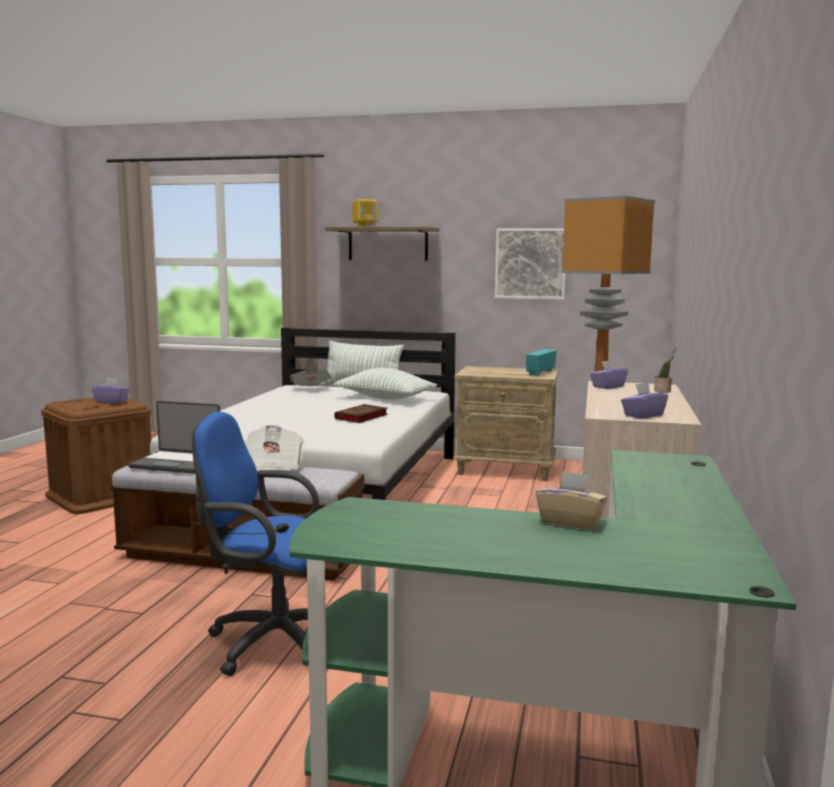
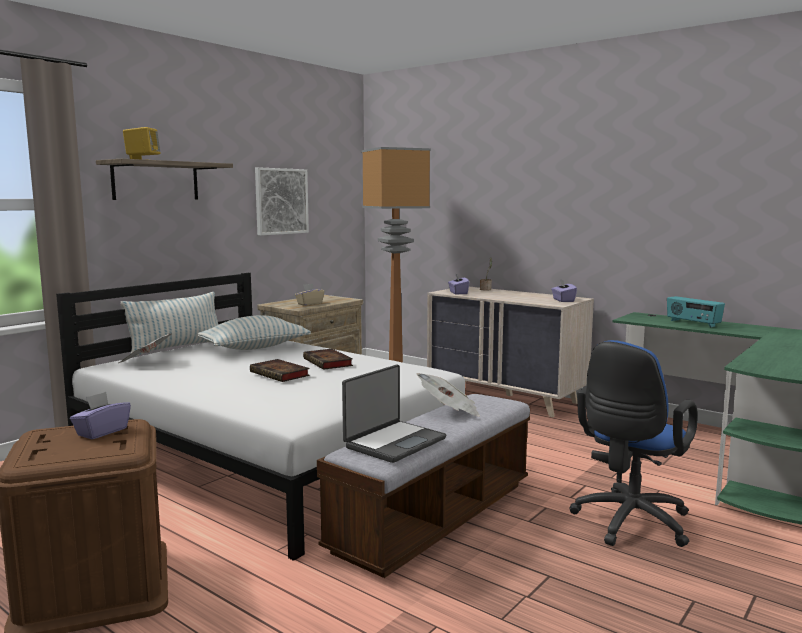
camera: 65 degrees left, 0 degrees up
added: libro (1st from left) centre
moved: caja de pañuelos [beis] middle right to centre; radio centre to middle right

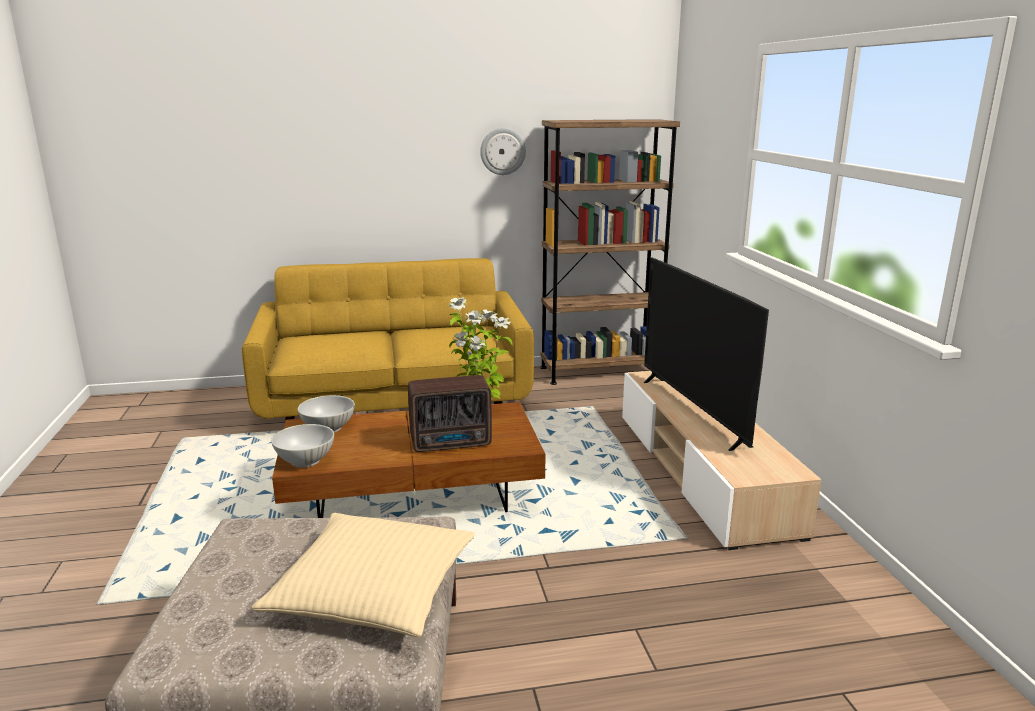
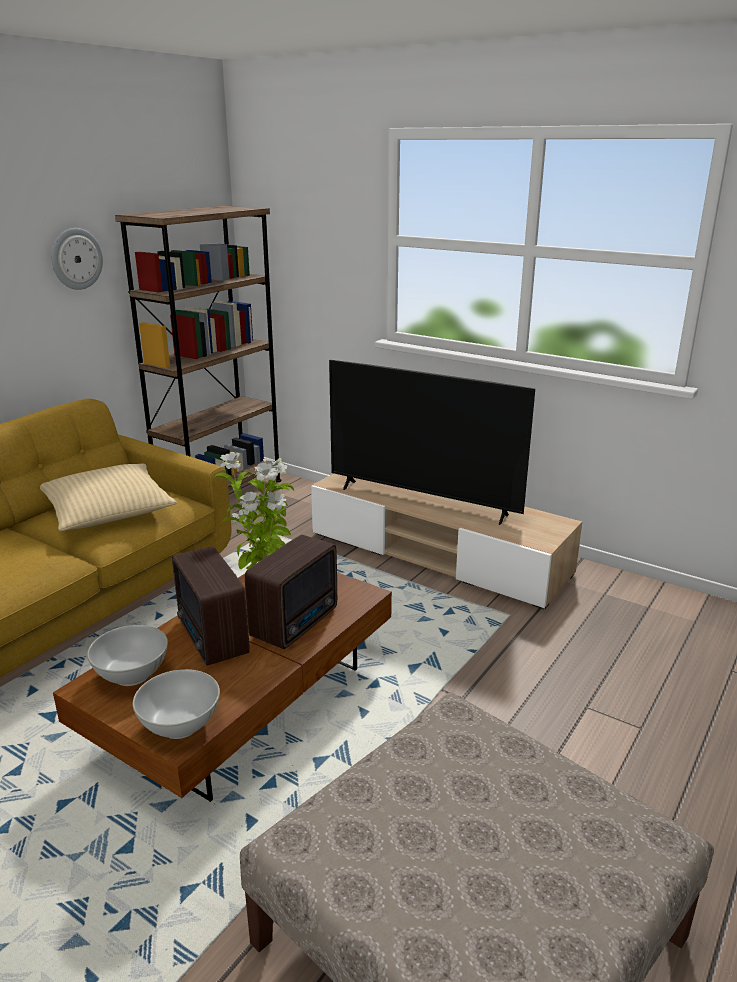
camera: 45 degrees left, 5 degrees up
added: radio (1st from left) middle left
moved: cojín [beis] bottom centre to middle left

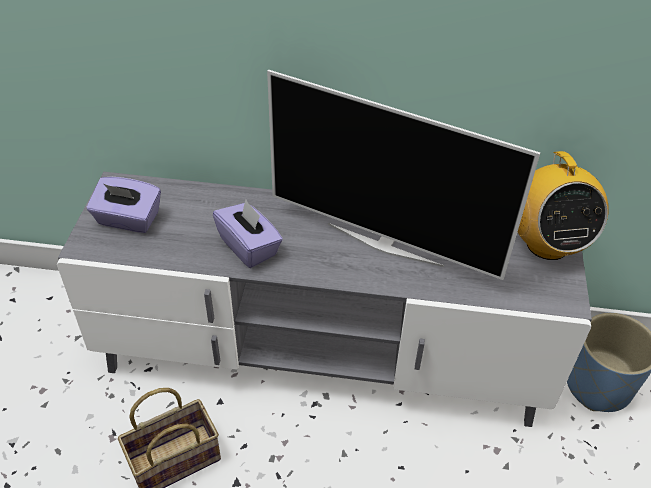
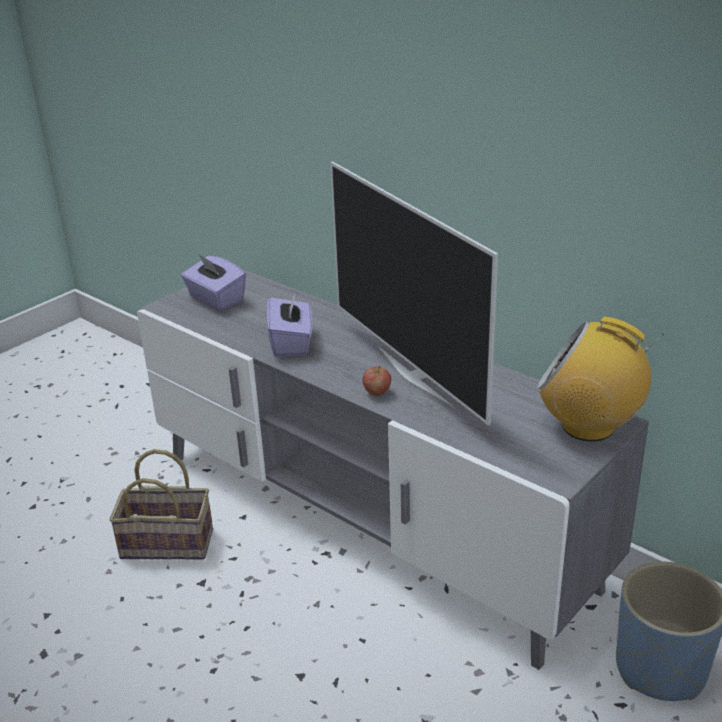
camera: 35 degrees right, 15 degrees down
added: manzana centre
turned: radio middle right = middle right 90 degrees clockwise

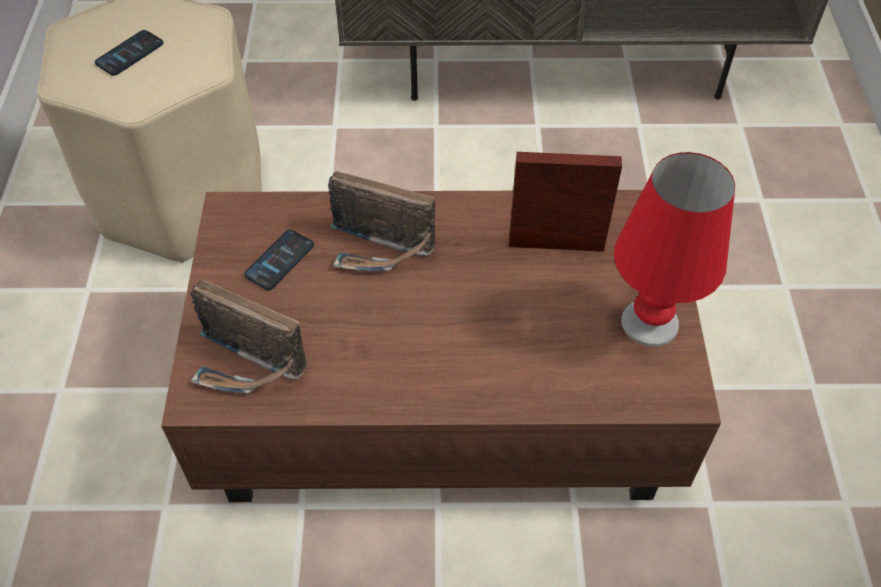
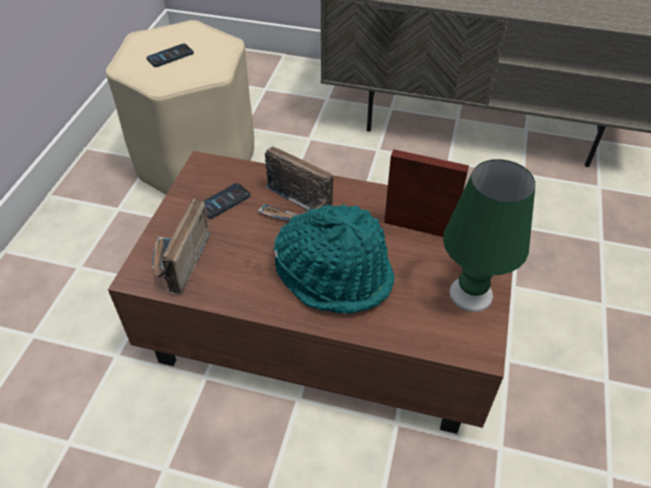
camera: 15 degrees right, 5 degrees down
added: sombrero [turquesa] centre
recoloured: lámpara de mesa [rojo] middle right to lámpara de mesa [verde] middle right
turned: radio (1st from left) middle left = middle left 60 degrees clockwise

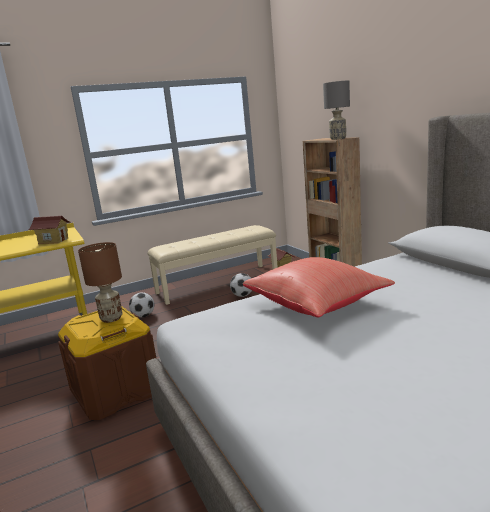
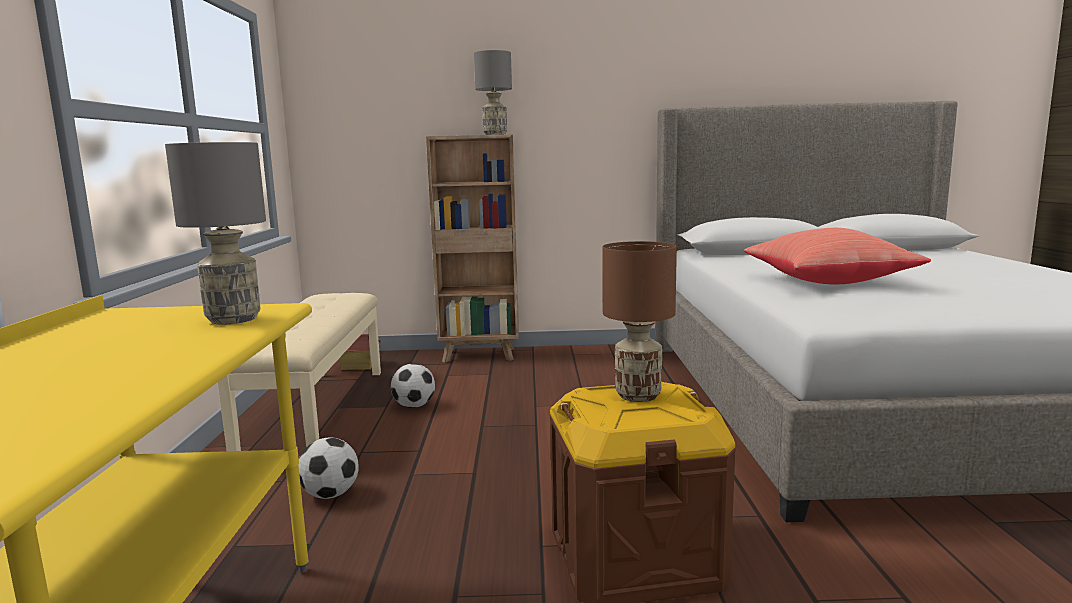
camera: 65 degrees left, 5 degrees down
replaced: casita (1st from left) middle left to lámpara de mesa [gris] (1st from left) middle left

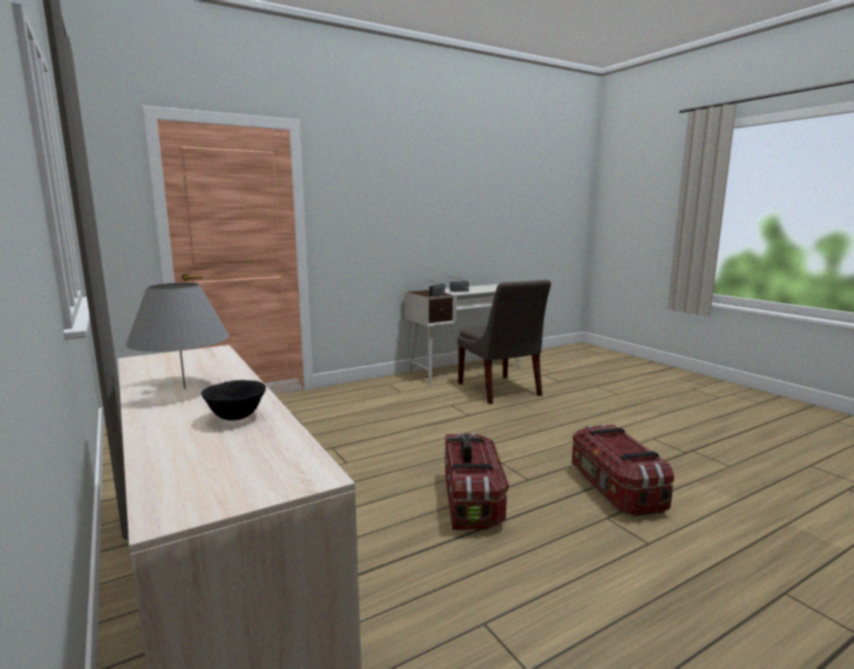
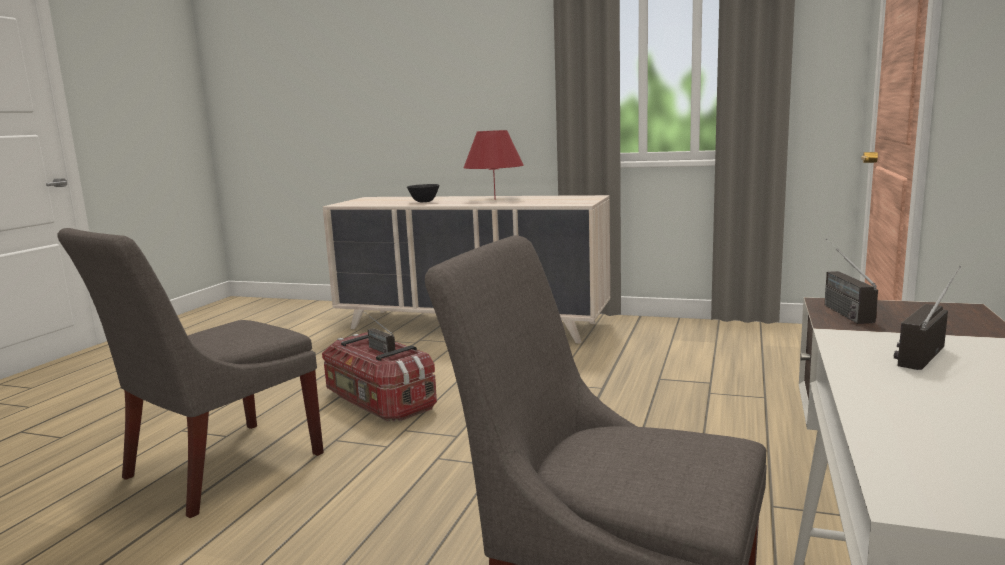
camera: 140 degrees right, 0 degrees up
replaced: caja de almacenaje (2nd from left) bottom right to silla [gris] (1st from left) middle left
recoloured: lámpara de mesa [gris] middle left to lámpara de mesa [rojo] top centre

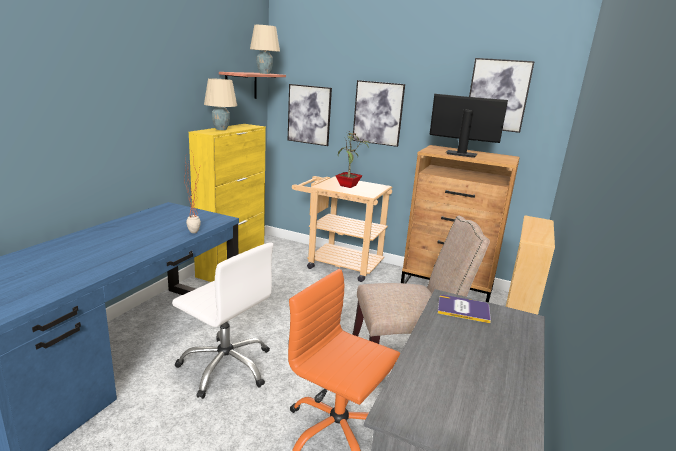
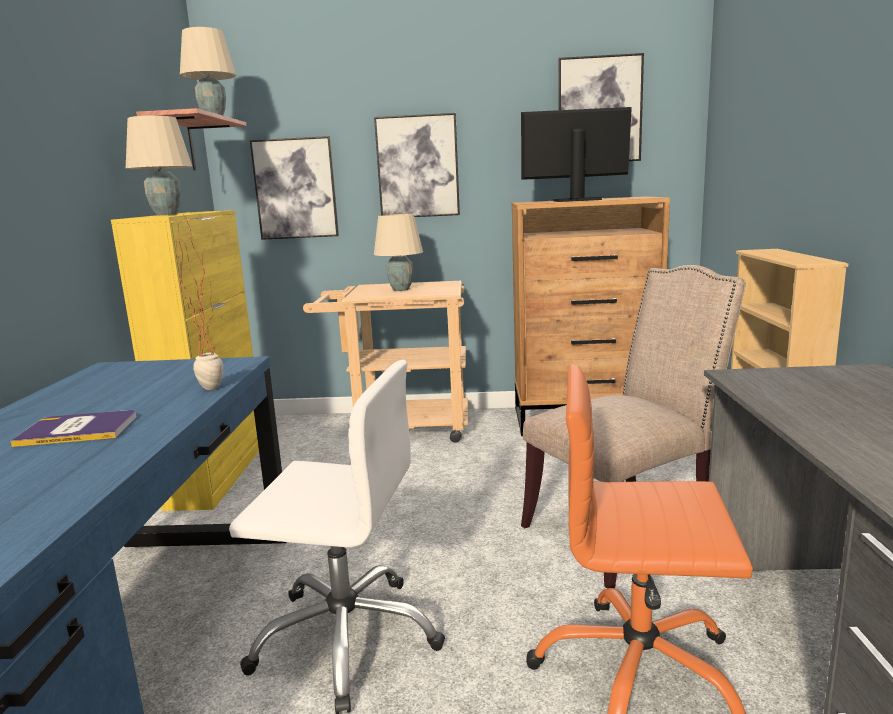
camera: 20 degrees left, 5 degrees down
moved: libro bottom right to middle left
replaced: planta en maceta (2nd from left) centre to lámpara de mesa [beis] (3rd from left) centre

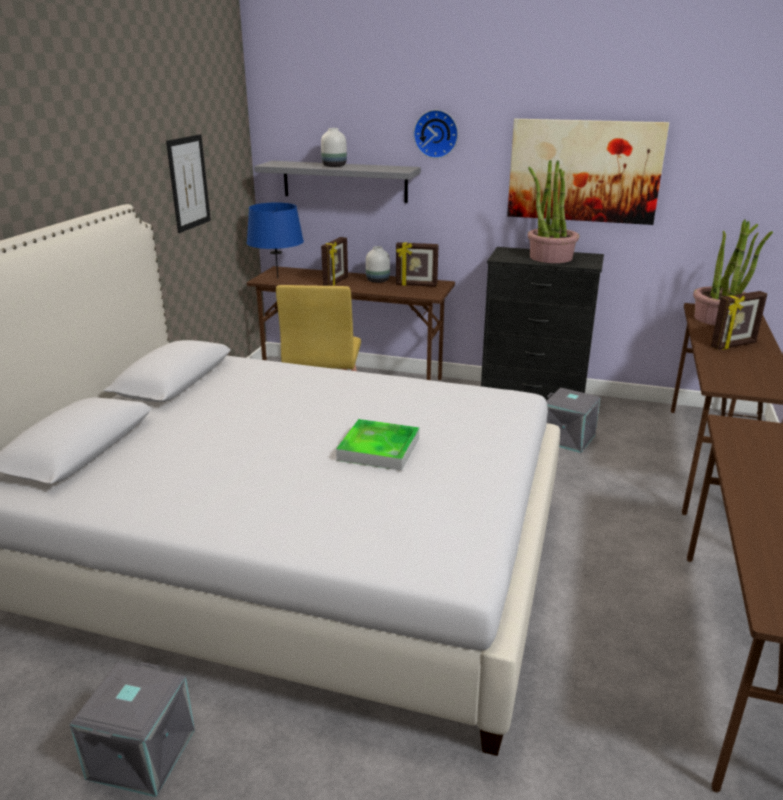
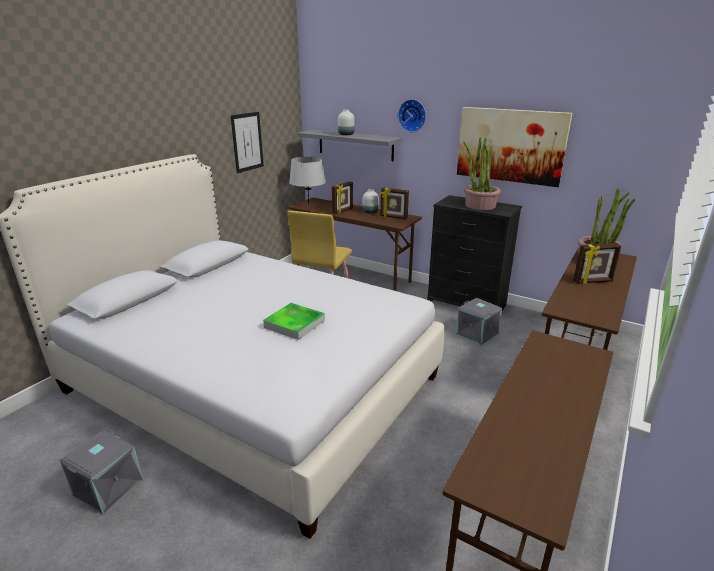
camera: 15 degrees right, 0 degrees up
recoloured: lámpara de mesa [azul] top centre to lámpara de mesa [gris] top centre

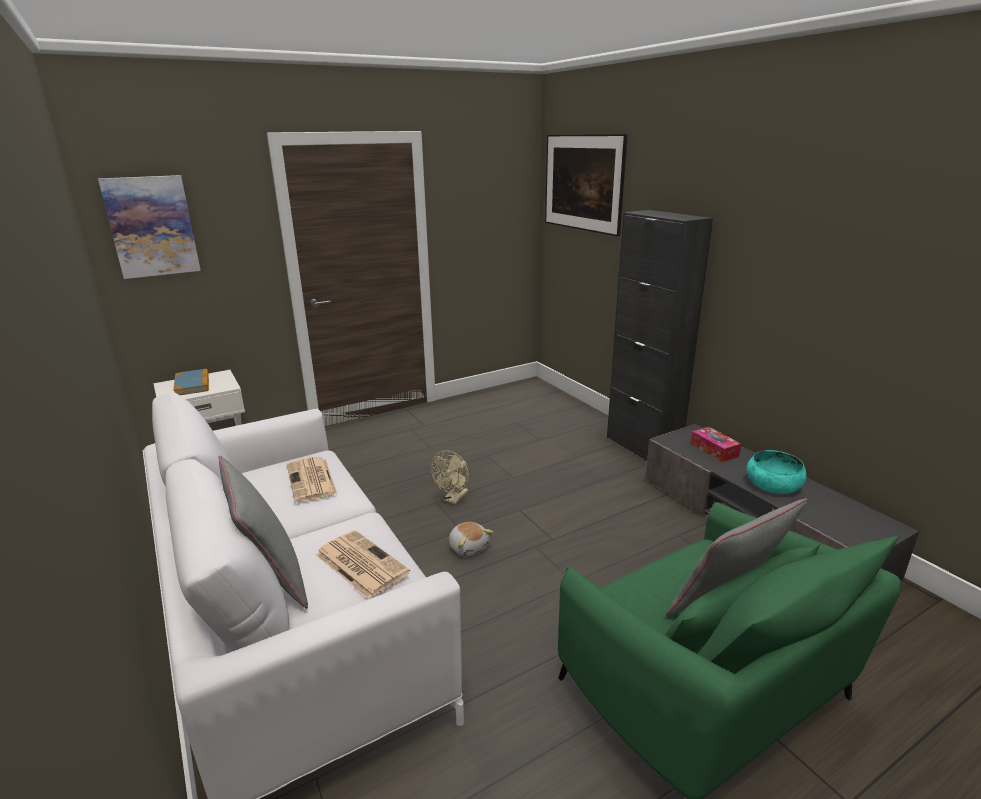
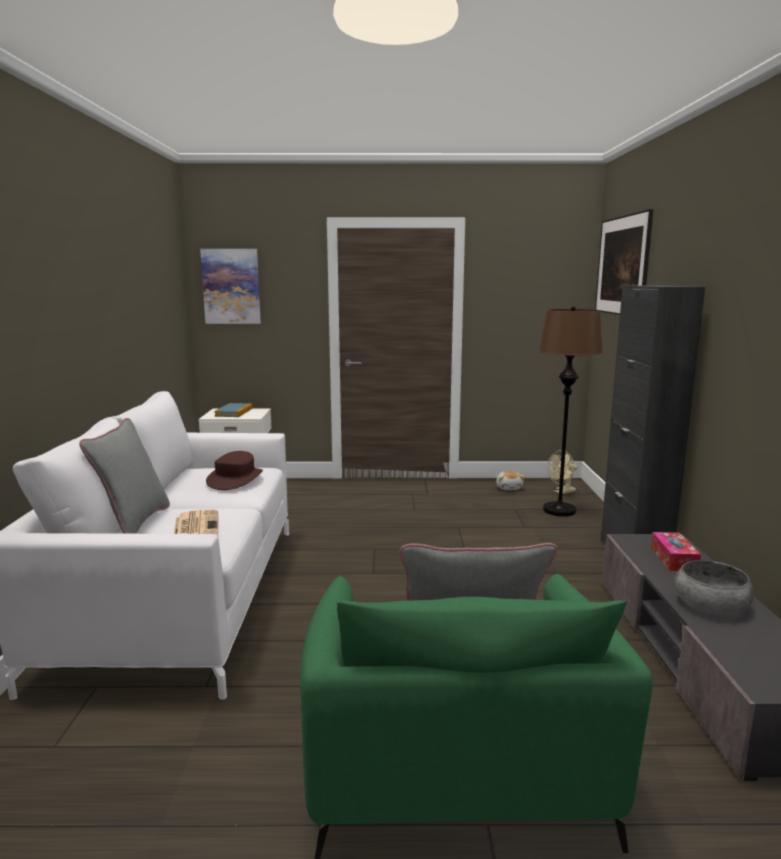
camera: 30 degrees right, 10 degrees down
added: lámpara de pie [marrón] middle right
moved: peluche bottom centre to centre; ventilador [beis] centre to middle right
replaced: periódico (1st from left) middle left to sombrero [marrón] middle left
recoloured: cuenco [turquesa] middle right to cuenco [gris] bottom right

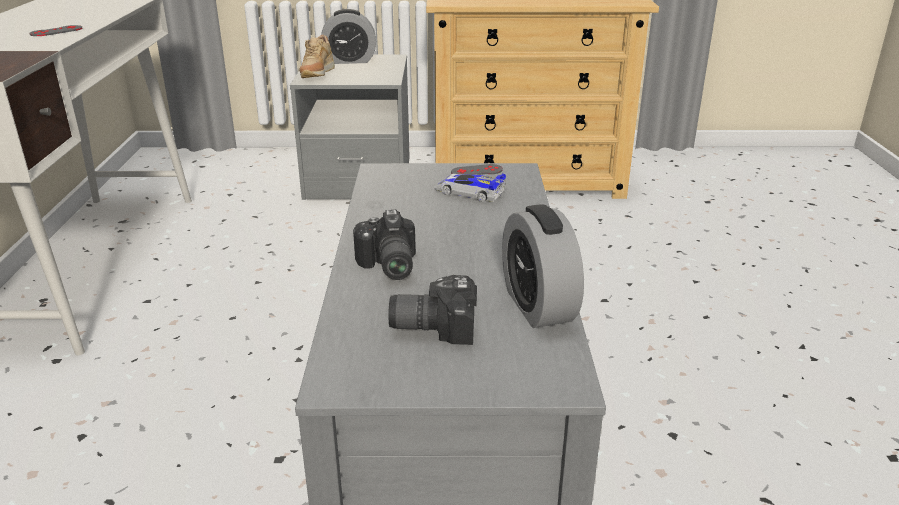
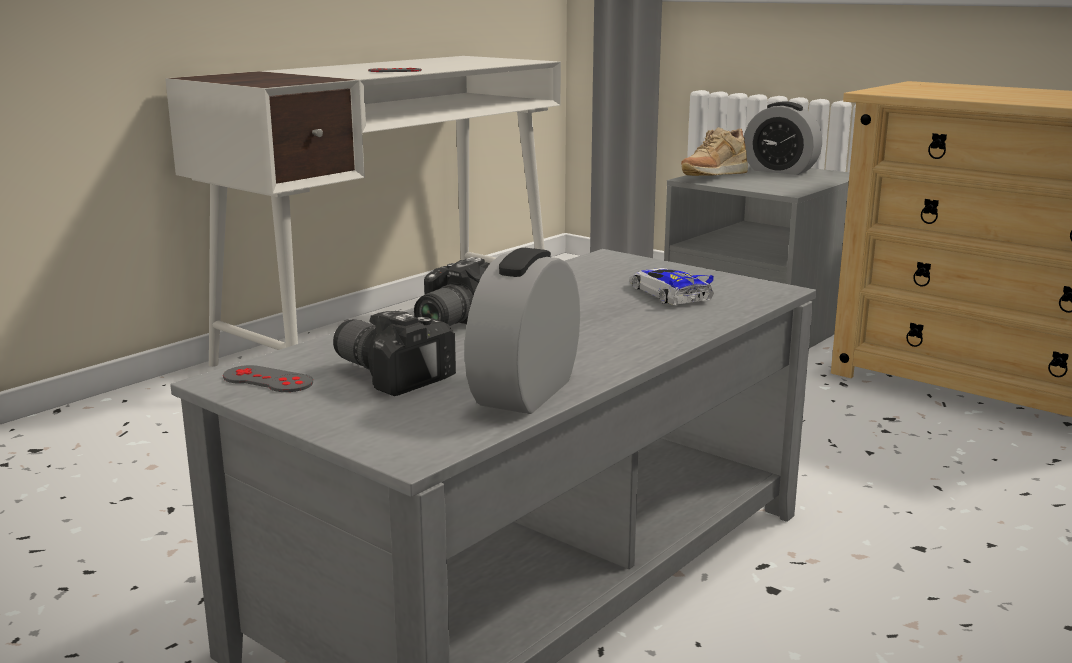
camera: 40 degrees right, 10 degrees down
moved: mando de consola [gris] (2nd from left in the first image) centre to mando de consola [gris] (1st from left) middle left

